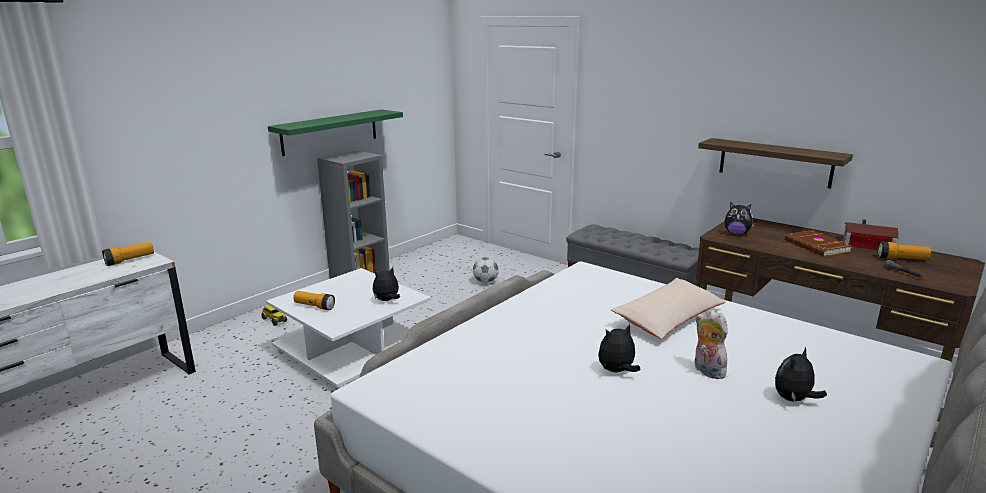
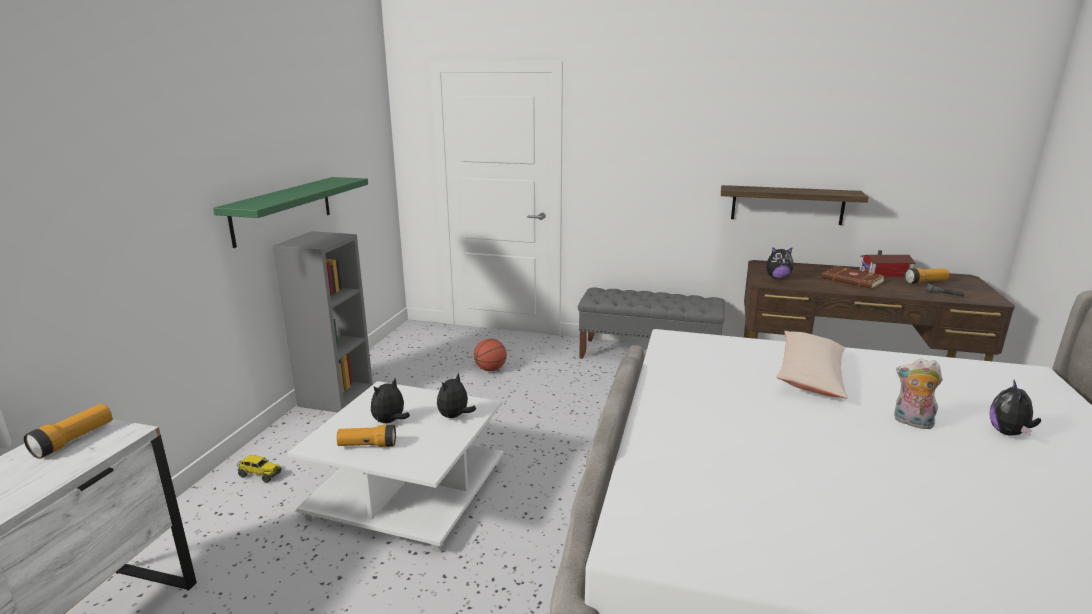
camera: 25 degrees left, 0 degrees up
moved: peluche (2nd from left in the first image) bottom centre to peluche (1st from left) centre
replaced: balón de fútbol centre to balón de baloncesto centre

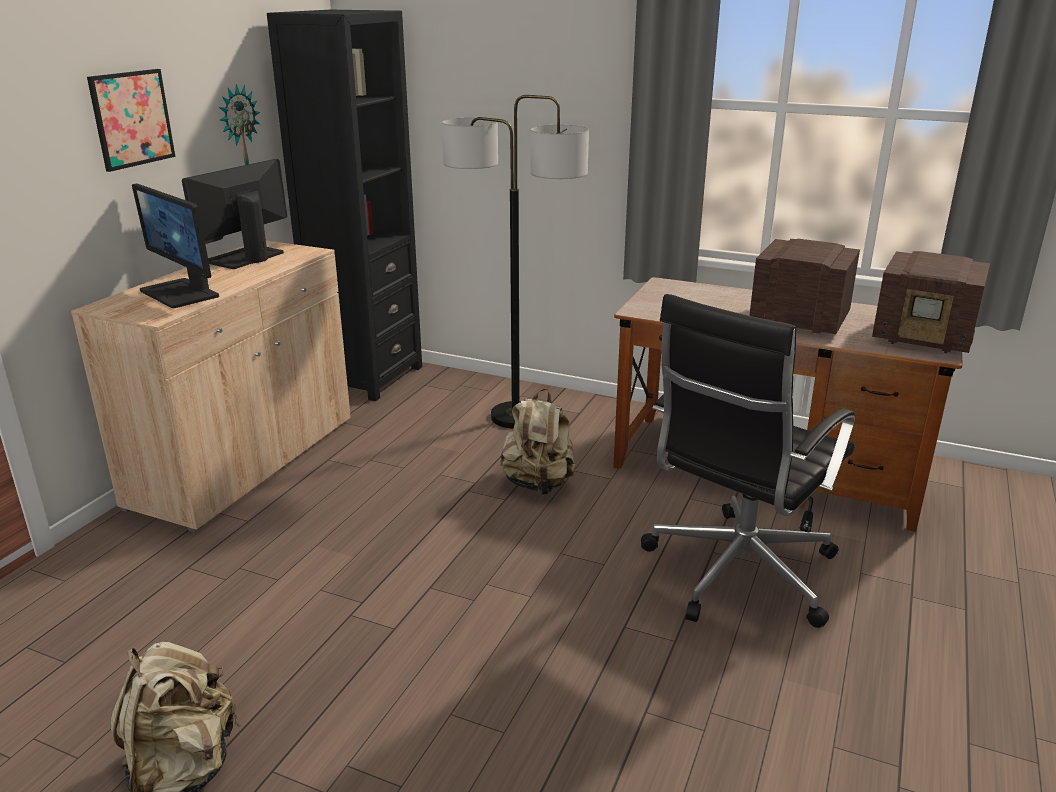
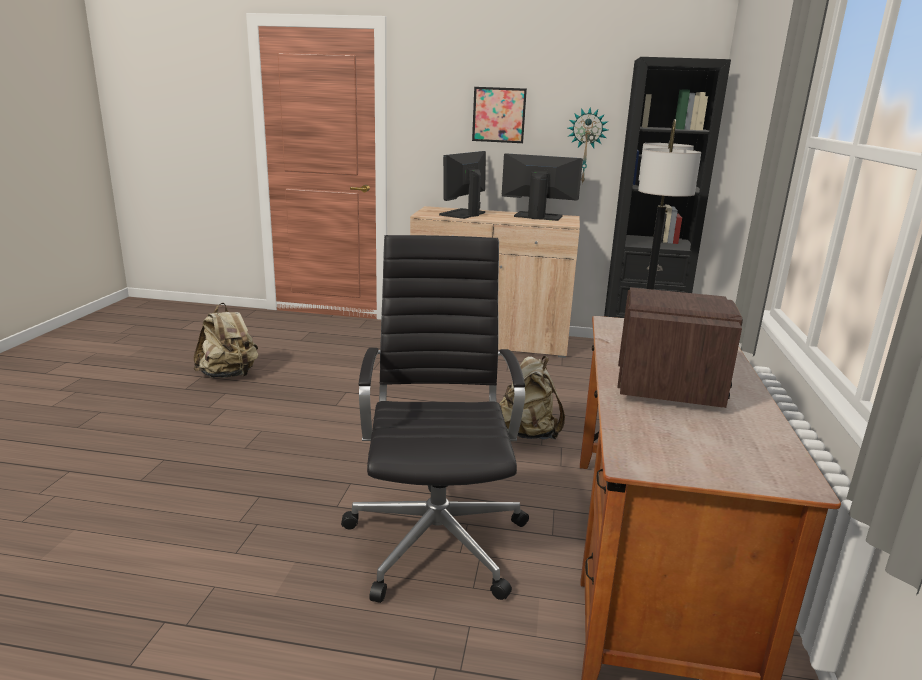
camera: 75 degrees right, 5 degrees down
removed: radio (2nd from left) middle right
turned: silla de oficina [negro] middle right = centre 60 degrees clockwise

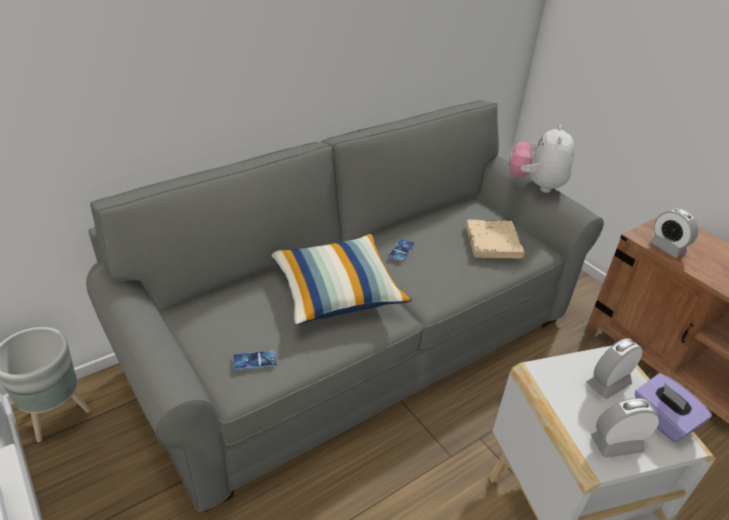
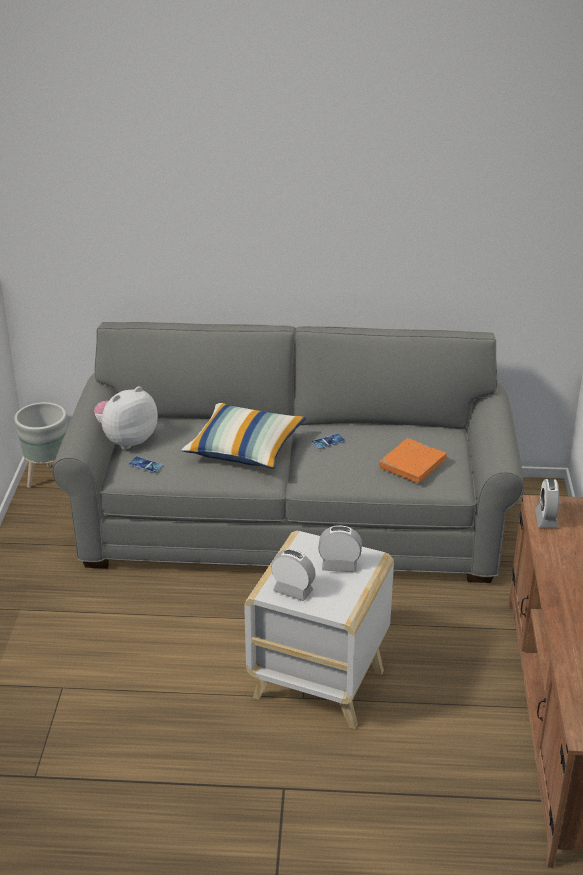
camera: 40 degrees right, 5 degrees down
removed: caja de pañuelos [morado] bottom right
moved: peluche top right to middle left
recoloured: libro [beis] middle right to libro [naranja] middle right

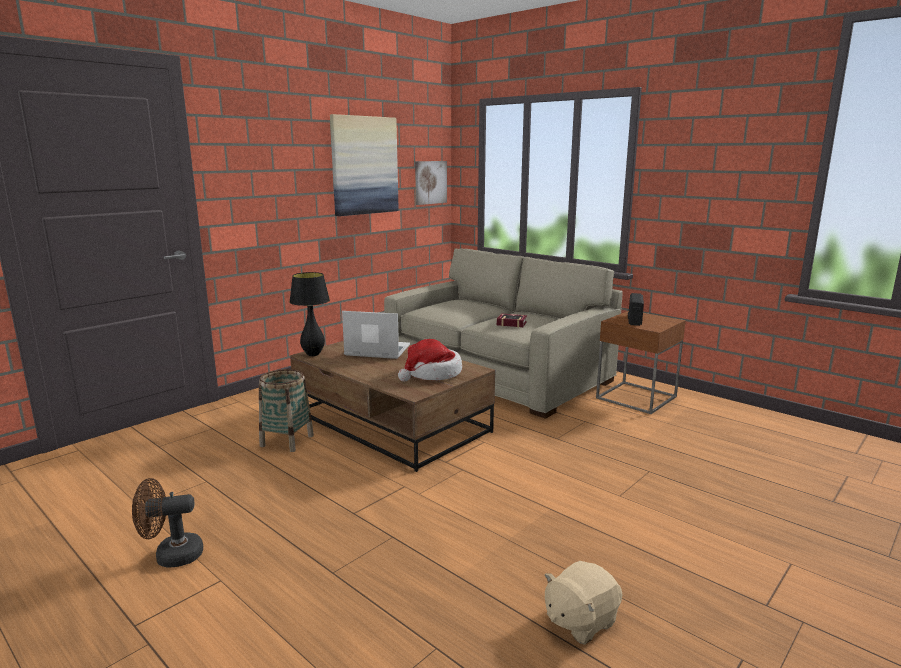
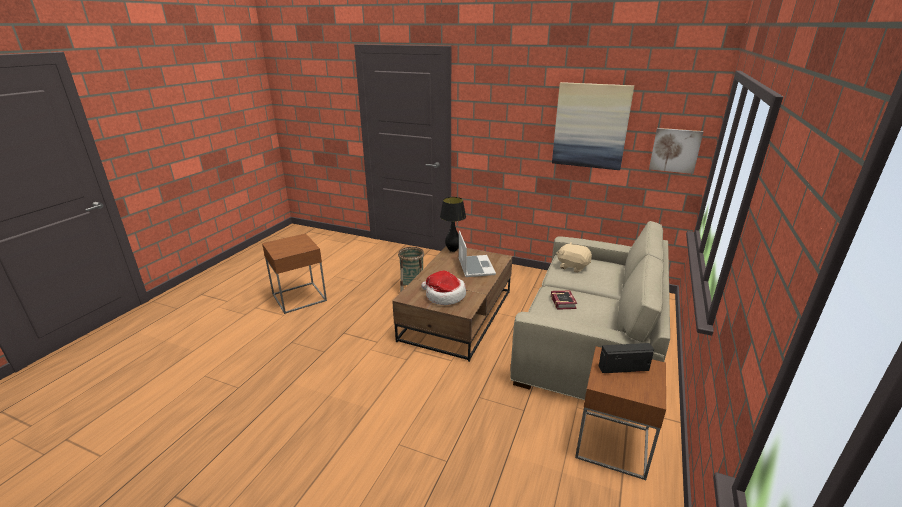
camera: 70 degrees right, 10 degrees up
moved: peluche [beis] bottom centre to centre
replaced: ventilador [marrón] bottom left to mesa auxiliar [marrón] (1st from left) middle left

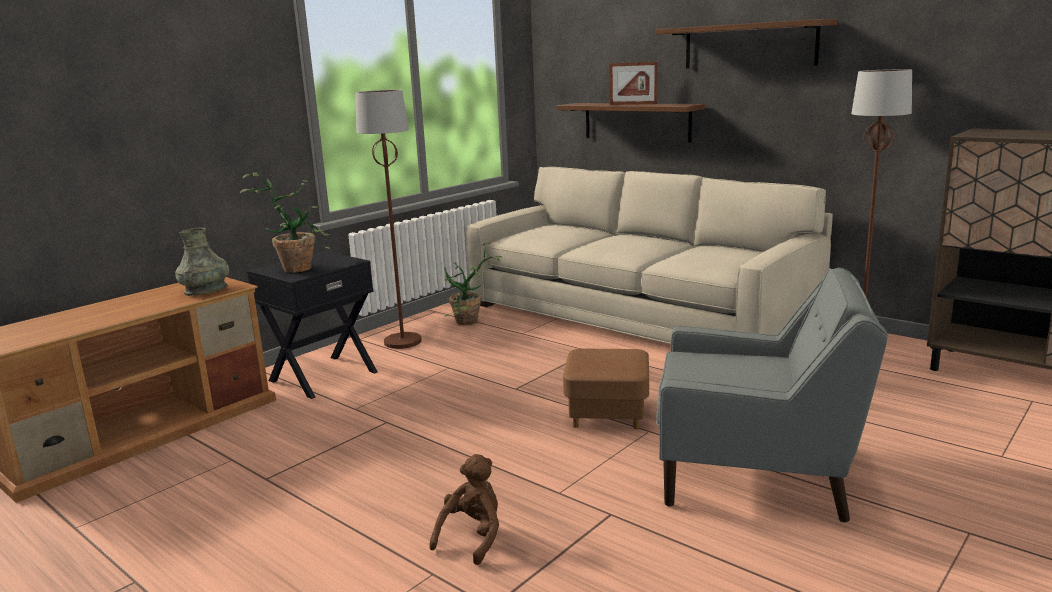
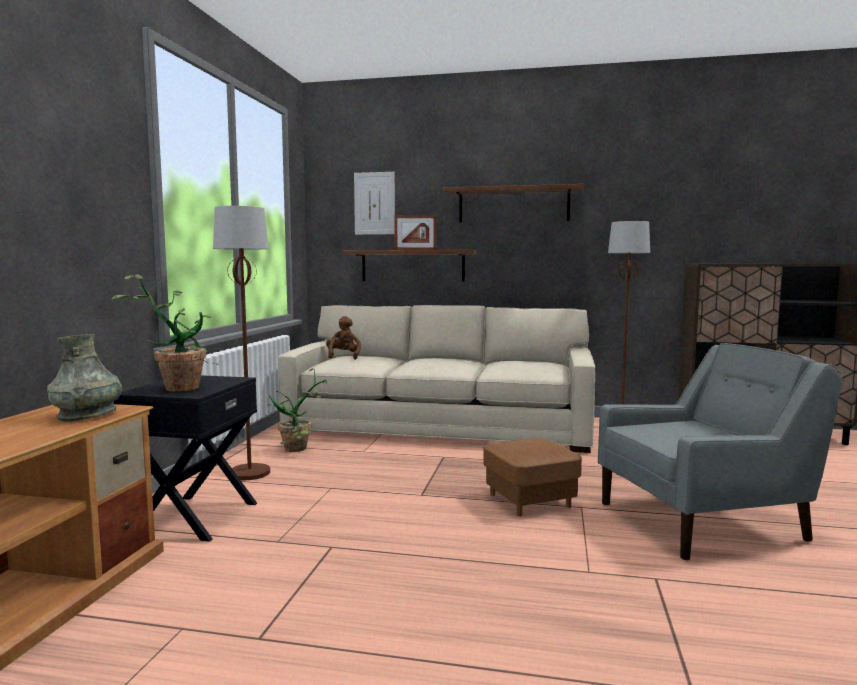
camera: 30 degrees left, 10 degrees down
added: cuadro top centre
moved: peluche [marrón] bottom centre to centre

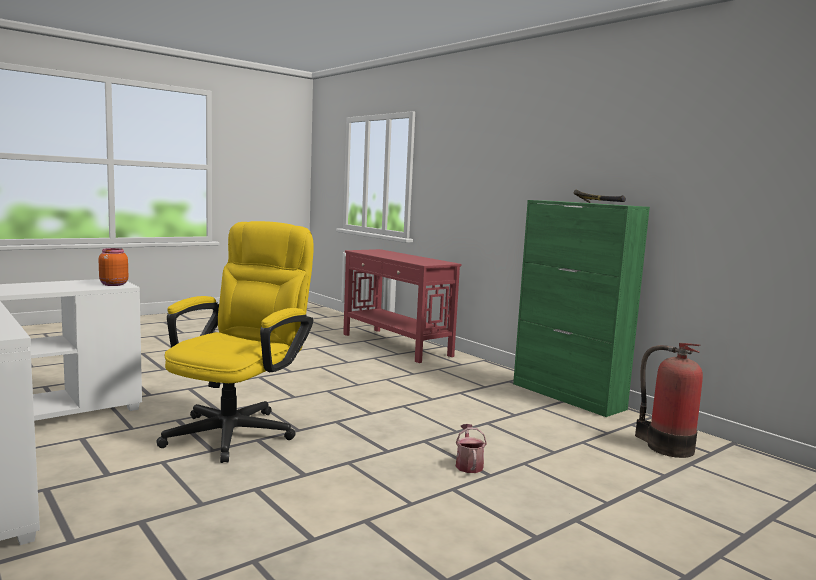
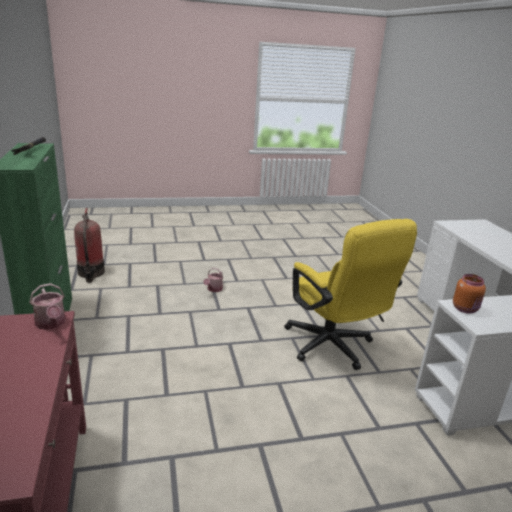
camera: 155 degrees left, 15 degrees up
added: regadera (1st from left) middle left
turned: silla de oficina [amarillo] middle left = middle right 75 degrees counterclockwise

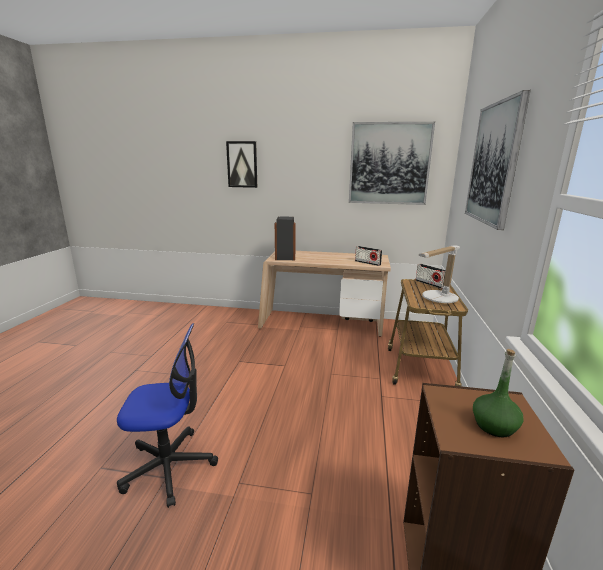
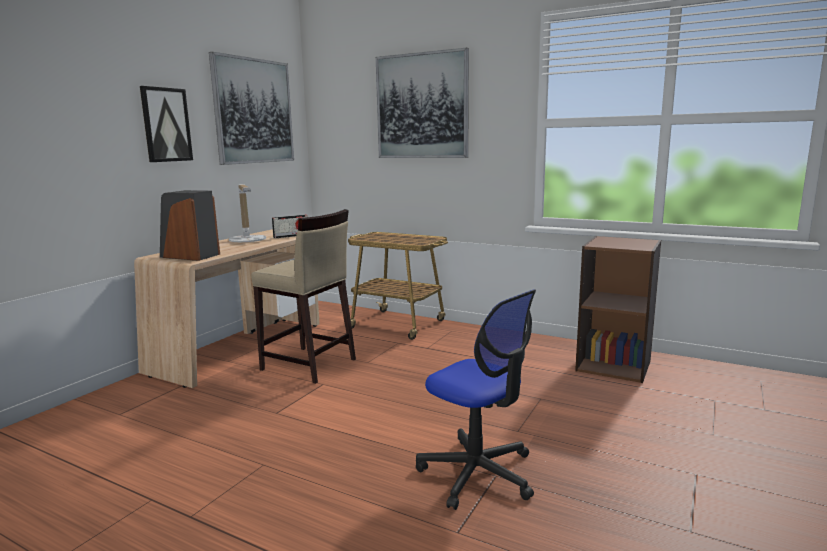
camera: 70 degrees left, 5 degrees down
removed: radio (2nd from left) middle right; botella [verde] bottom right
added: taburete [beis] centre
moved: cuadro (1st from left) top centre to top left; lámpara de mesa middle right to middle left
turned: silla de oficina bottom left = bottom centre 120 degrees clockwise

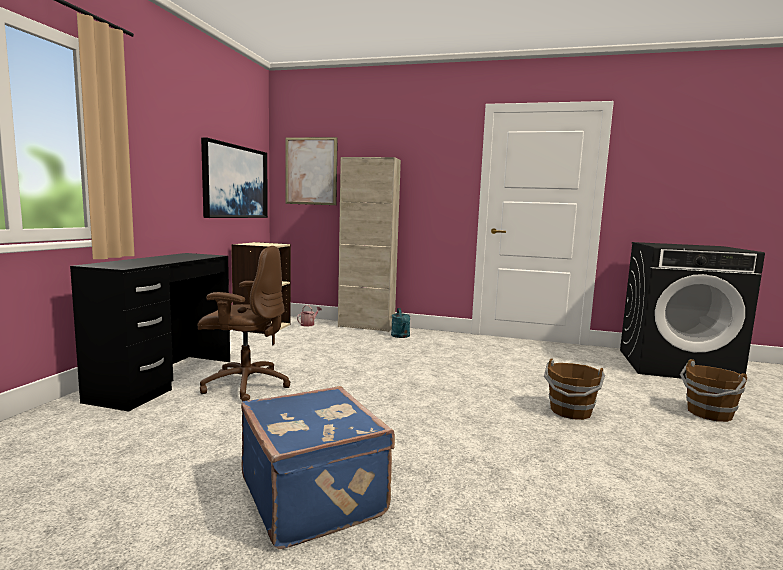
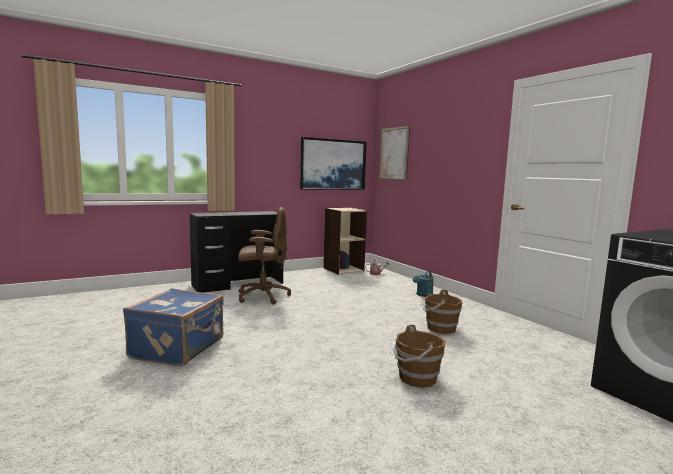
camera: 45 degrees right, 0 degrees up
removed: armario [beis] centre
moved: cubo [marrón] (2nd from left) bottom right to centre
turned: silla de oficina [marrón] middle left = centre 60 degrees counterclockwise

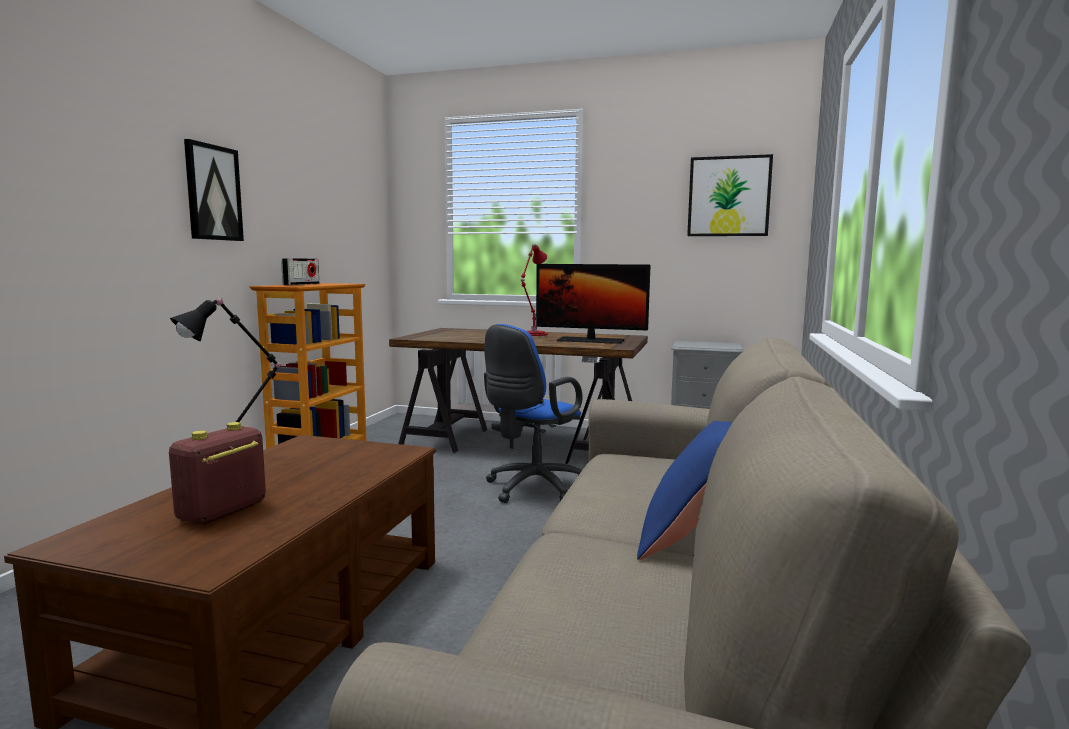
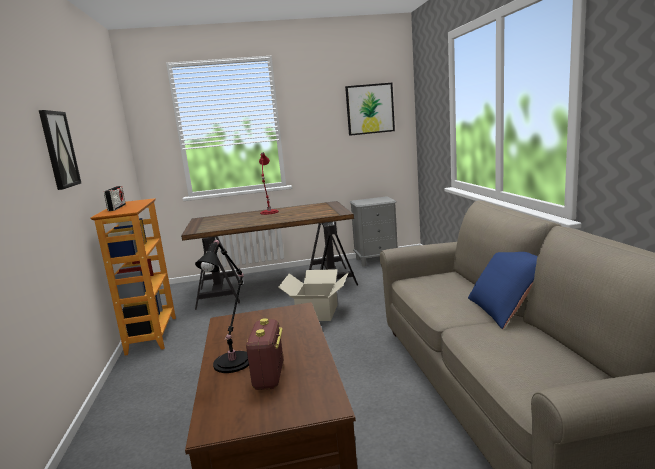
camera: 25 degrees left, 5 degrees up
removed: monitor centre
replaced: silla de oficina [azul] centre to caja de cartón centre

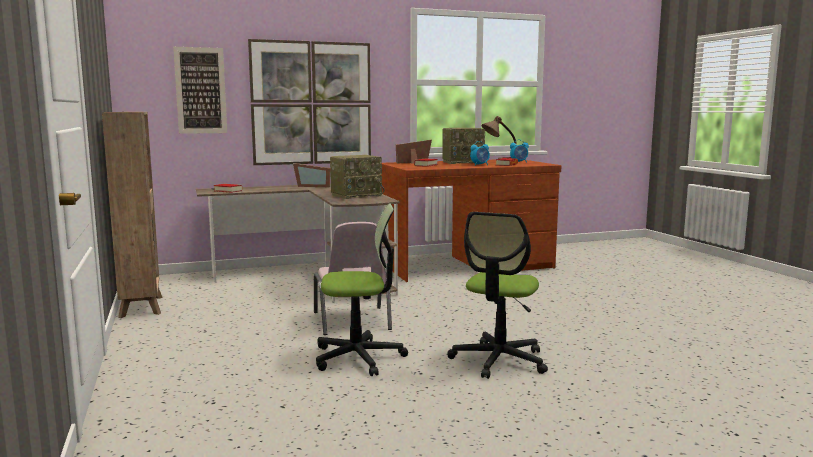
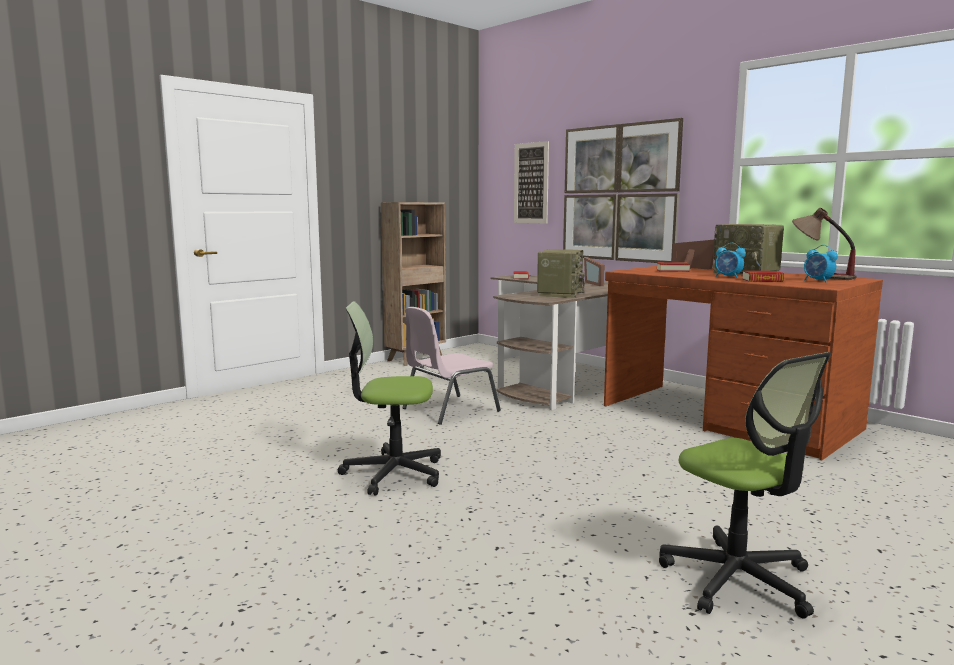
camera: 65 degrees right, 0 degrees up
moved: silla de oficina (1st from left in the first image) centre to silla de oficina (2nd from left) bottom right
turned: radio (1st from left) centre = centre 105 degrees counterclockwise

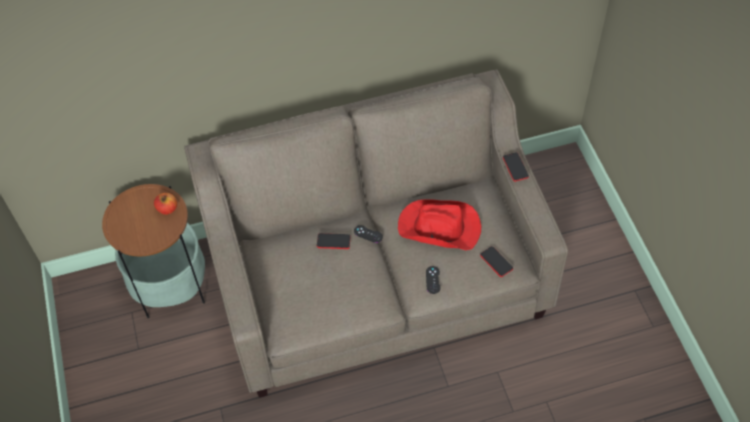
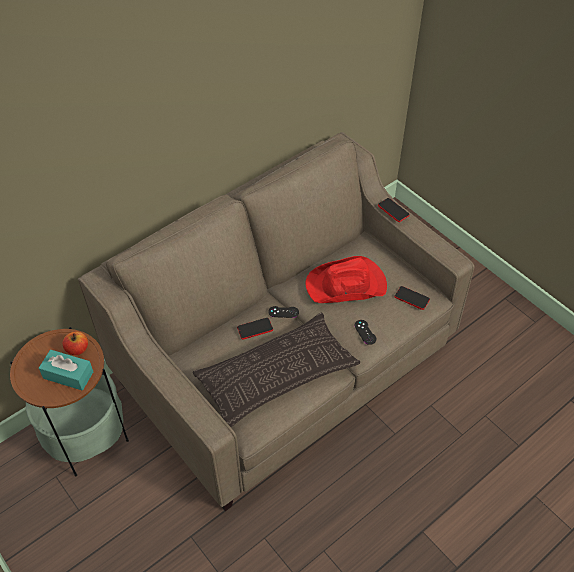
camera: 25 degrees left, 5 degrees down
added: caja de pañuelos [turquesa] middle left; cojín centre

